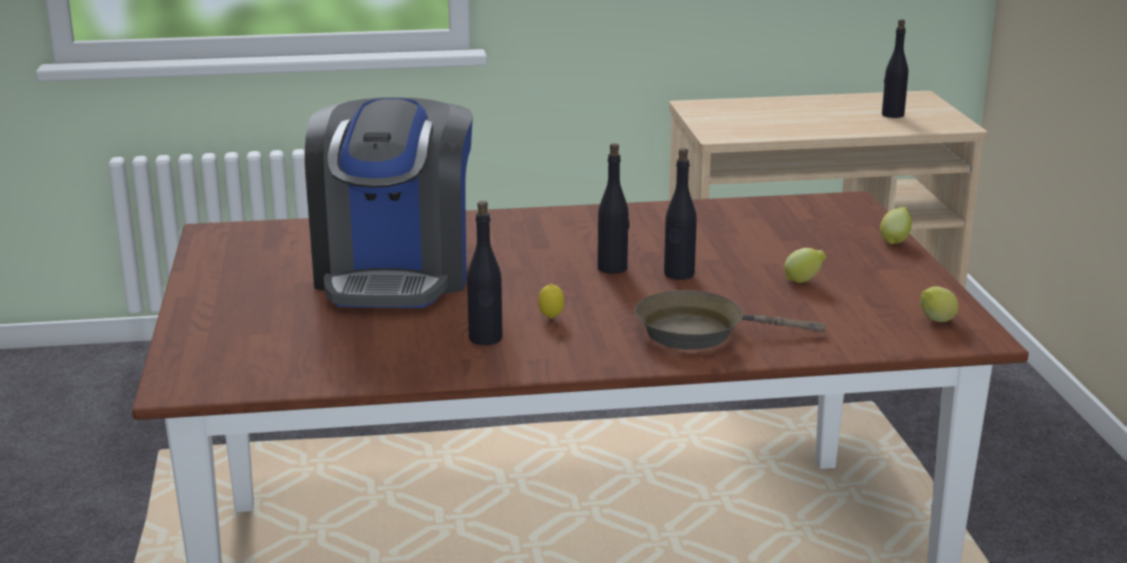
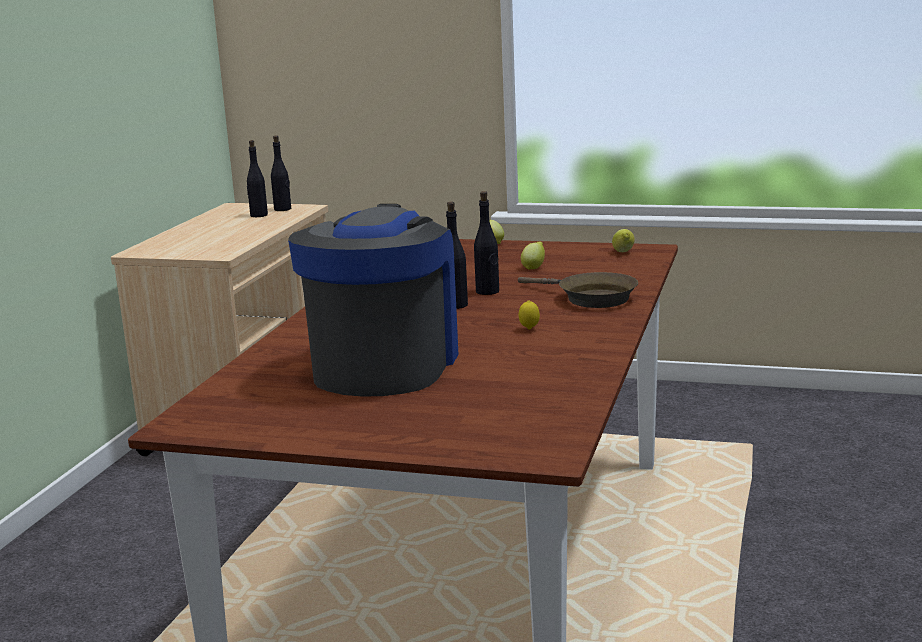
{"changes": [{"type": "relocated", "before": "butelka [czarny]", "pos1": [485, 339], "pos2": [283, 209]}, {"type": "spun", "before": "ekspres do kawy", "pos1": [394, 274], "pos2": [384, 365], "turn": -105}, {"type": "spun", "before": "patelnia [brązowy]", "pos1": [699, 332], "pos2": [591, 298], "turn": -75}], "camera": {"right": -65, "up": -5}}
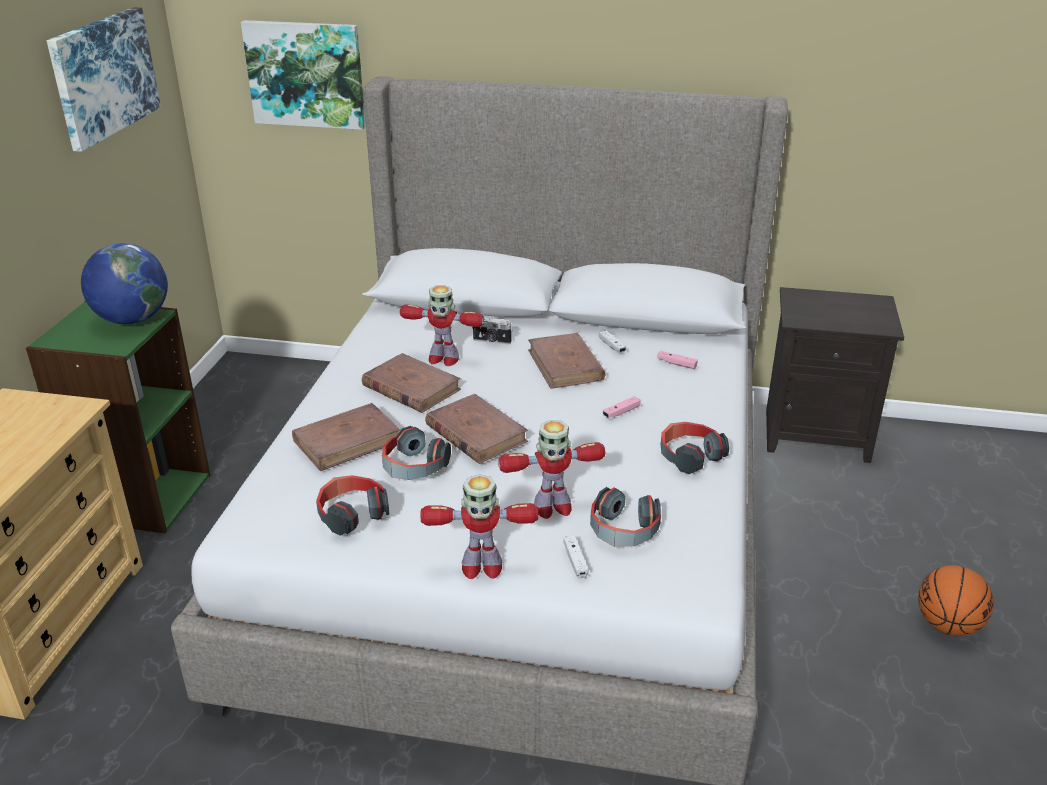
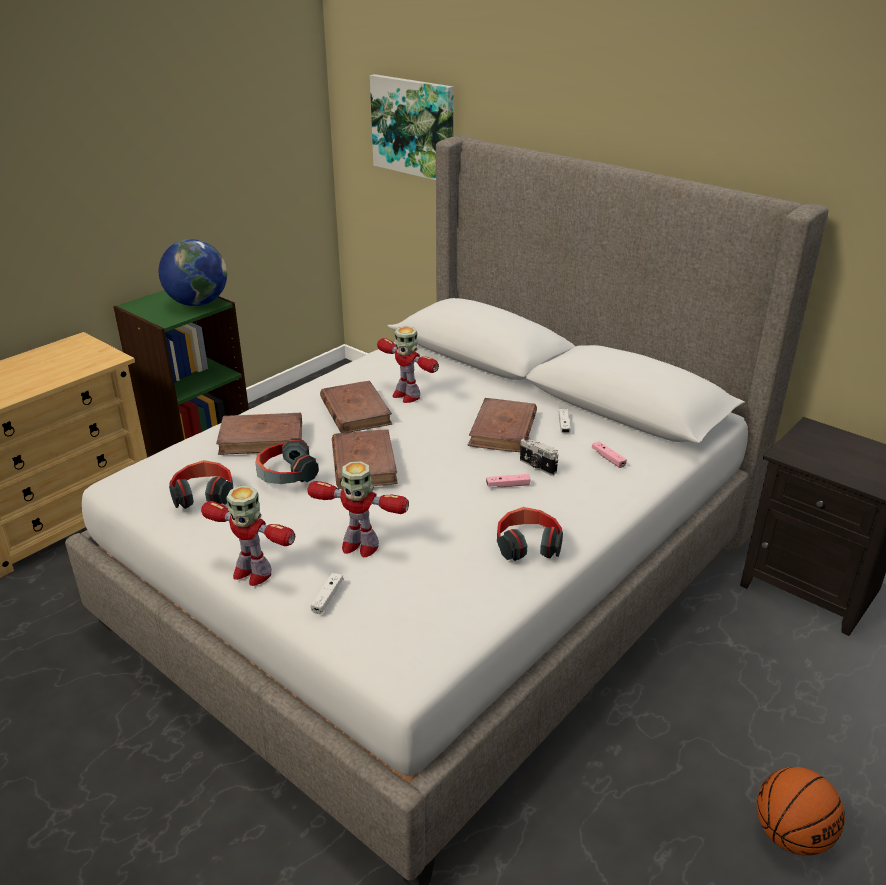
{"changes": [{"type": "relocated", "before": "aparat fotograficzny", "pos1": [492, 341], "pos2": [537, 467]}, {"type": "missing", "before": "obraz", "pos1": [103, 76]}, {"type": "missing", "before": "słuchawki", "pos1": [623, 530]}], "camera": {"right": 30, "up": 0}}
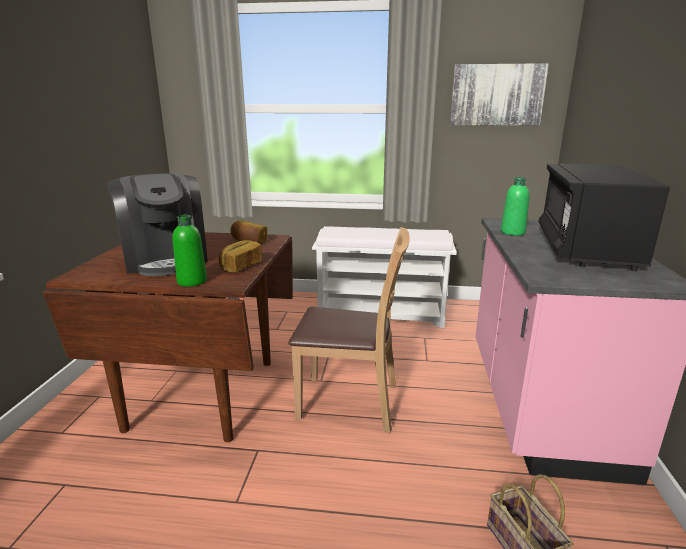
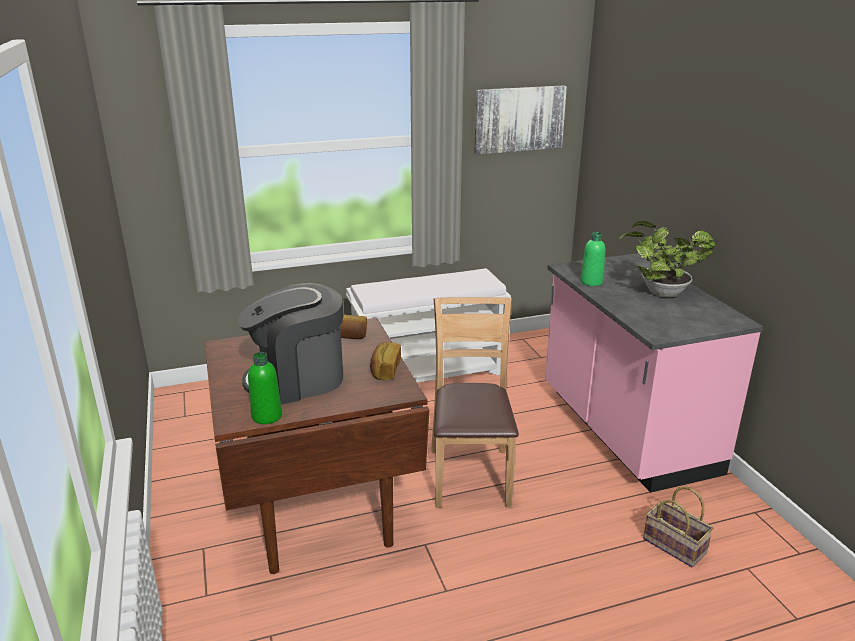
{"changes": [{"type": "spun", "before": "ekspres do kawy", "pos1": [166, 260], "pos2": [297, 379], "turn": 120}, {"type": "relocated", "before": "butelka [zielony]", "pos1": [192, 281], "pos2": [267, 416]}, {"type": "spun", "before": "krzesło [brązowy]", "pos1": [350, 402], "pos2": [470, 476], "turn": -75}, {"type": "exchanged", "before": "mikrofalówka [czarny]", "after": "roślina doniczkowa", "pos1": [585, 248], "pos2": [660, 293]}], "camera": {"right": -25, "up": 5}}
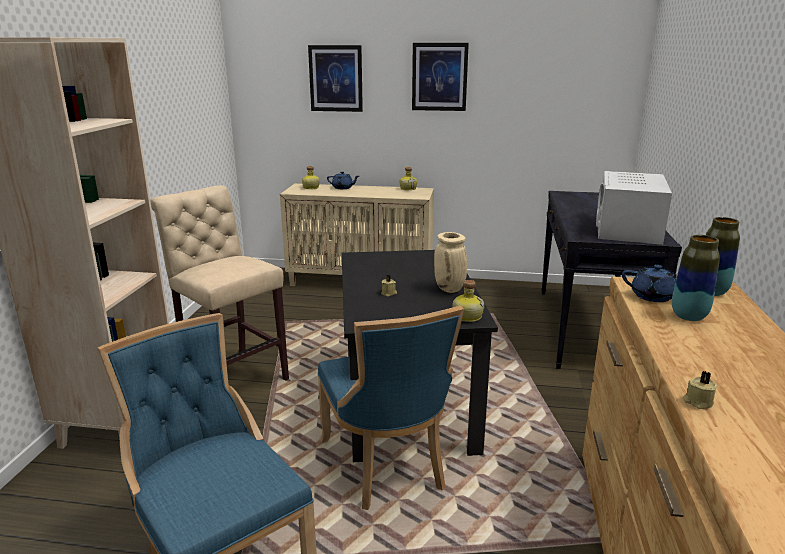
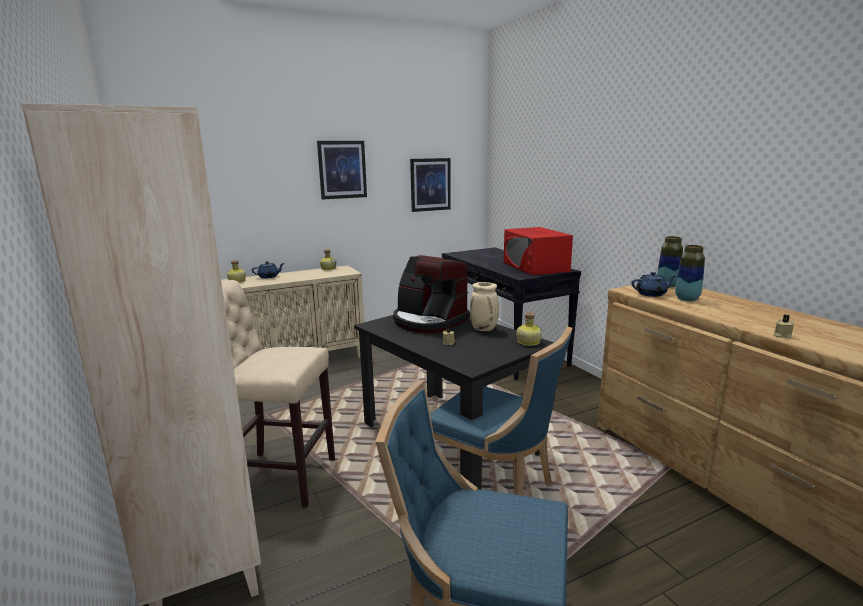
{"changes": [{"type": "appeared", "after": "ekspres do kawy", "pos2": [429, 321]}, {"type": "relocated", "before": "obraz", "pos1": [336, 78], "pos2": [430, 184]}, {"type": "colour", "before": "mikrofalówka [biały]", "after": "mikrofalówka [czerwony]", "pos1": [628, 229], "pos2": [535, 267]}], "camera": {"right": -35, "up": -5}}
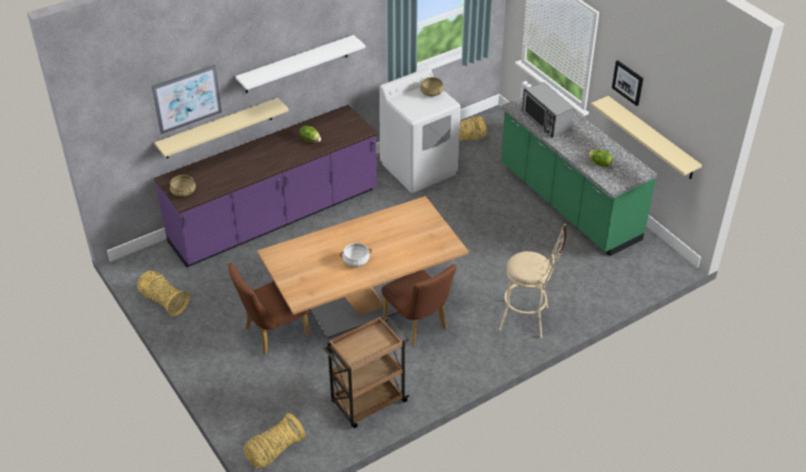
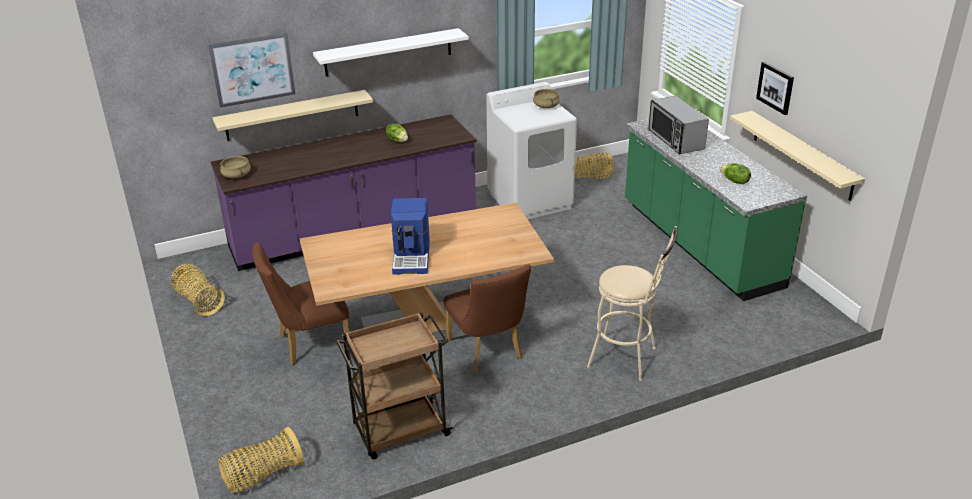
{"changes": [{"type": "exchanged", "before": "garnek [biały]", "after": "ekspres do kawy", "pos1": [356, 260], "pos2": [412, 257]}], "camera": {"right": 10, "up": -10}}
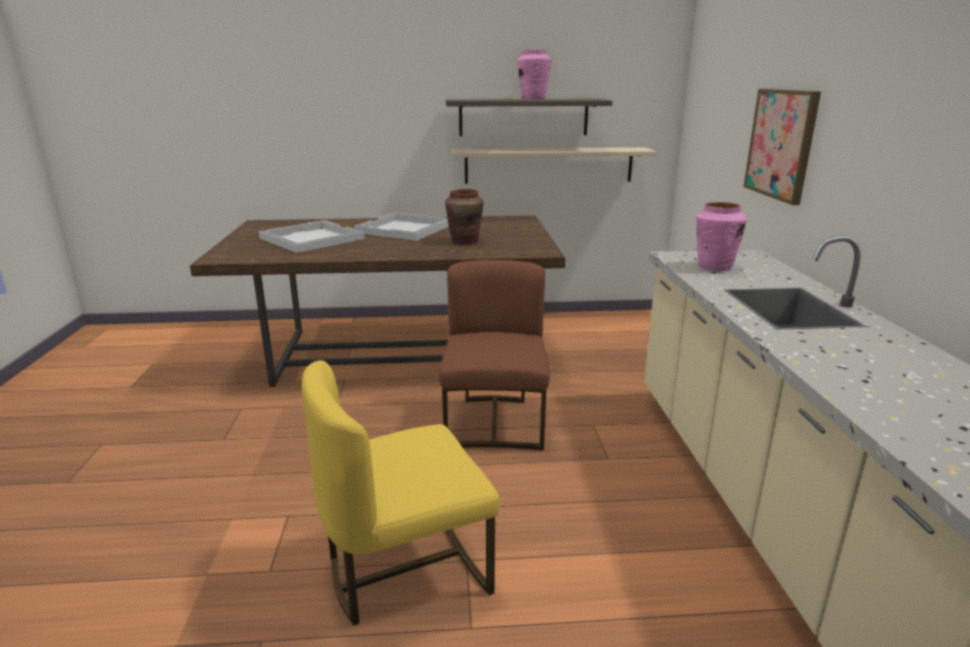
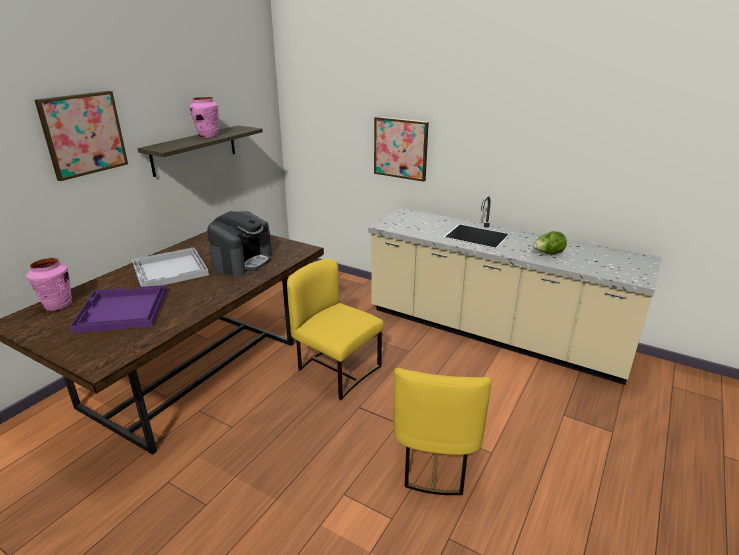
{"changes": [{"type": "relocated", "before": "wazon [różowy]", "pos1": [714, 267], "pos2": [58, 305]}, {"type": "appeared", "after": "obraz", "pos2": [83, 134]}, {"type": "colour", "before": "taca [biały]", "after": "taca [fioletowy]", "pos1": [310, 238], "pos2": [121, 310]}, {"type": "exchanged", "before": "wazon [brązowy]", "after": "ekspres do kawy", "pos1": [464, 241], "pos2": [242, 261]}, {"type": "colour", "before": "krzesło [brązowy]", "after": "krzesło [żółty]", "pos1": [495, 423], "pos2": [336, 370]}, {"type": "appeared", "after": "sałata", "pos2": [548, 254]}, {"type": "missing", "before": "półka [beżowy]", "pos1": [549, 165]}], "camera": {"right": -55, "up": 5}}
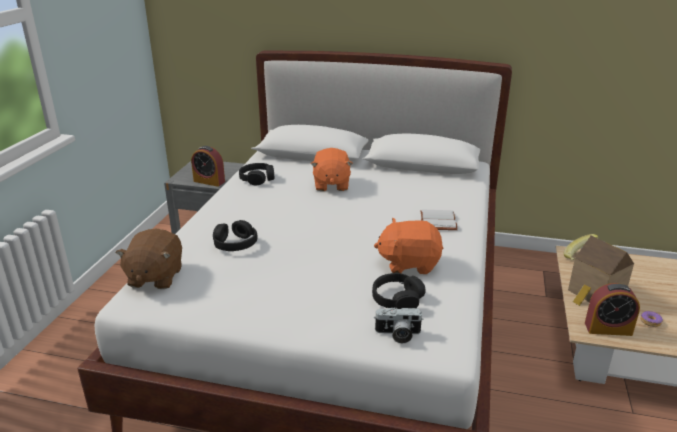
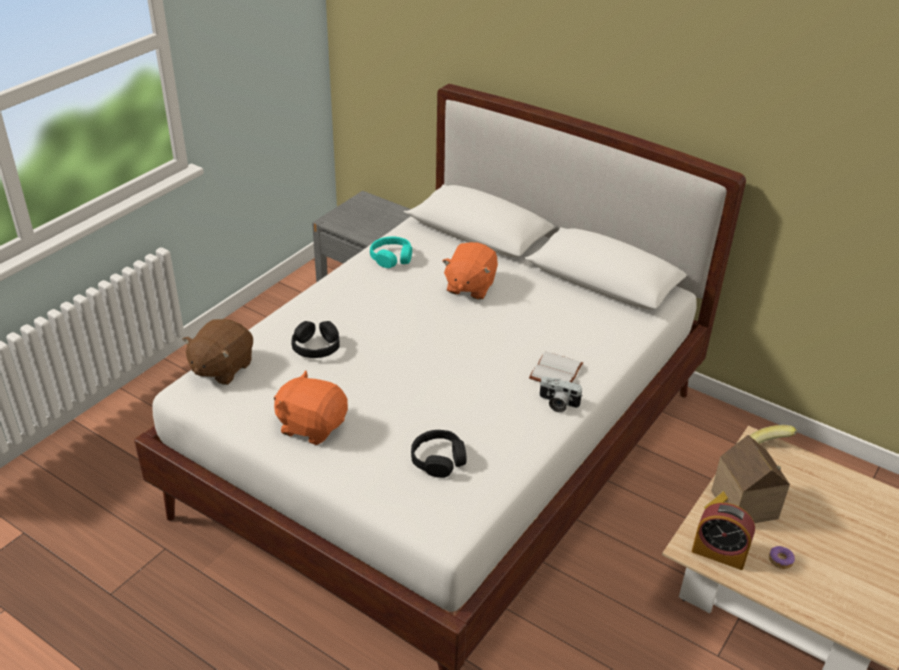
{"changes": [{"type": "relocated", "before": "pluszak [pomarańczowy]", "pos1": [409, 263], "pos2": [312, 426]}, {"type": "colour", "before": "słuchawki [czarny]", "after": "słuchawki [turkusowy]", "pos1": [257, 179], "pos2": [391, 258]}, {"type": "relocated", "before": "aparat fotograficzny", "pos1": [398, 334], "pos2": [557, 403]}, {"type": "missing", "before": "budzik", "pos1": [209, 181]}], "camera": {"right": 20, "up": 10}}
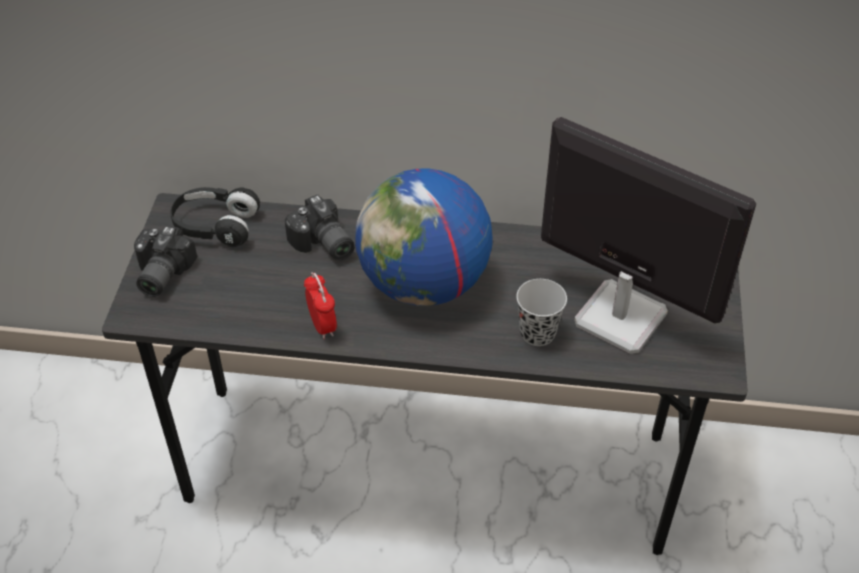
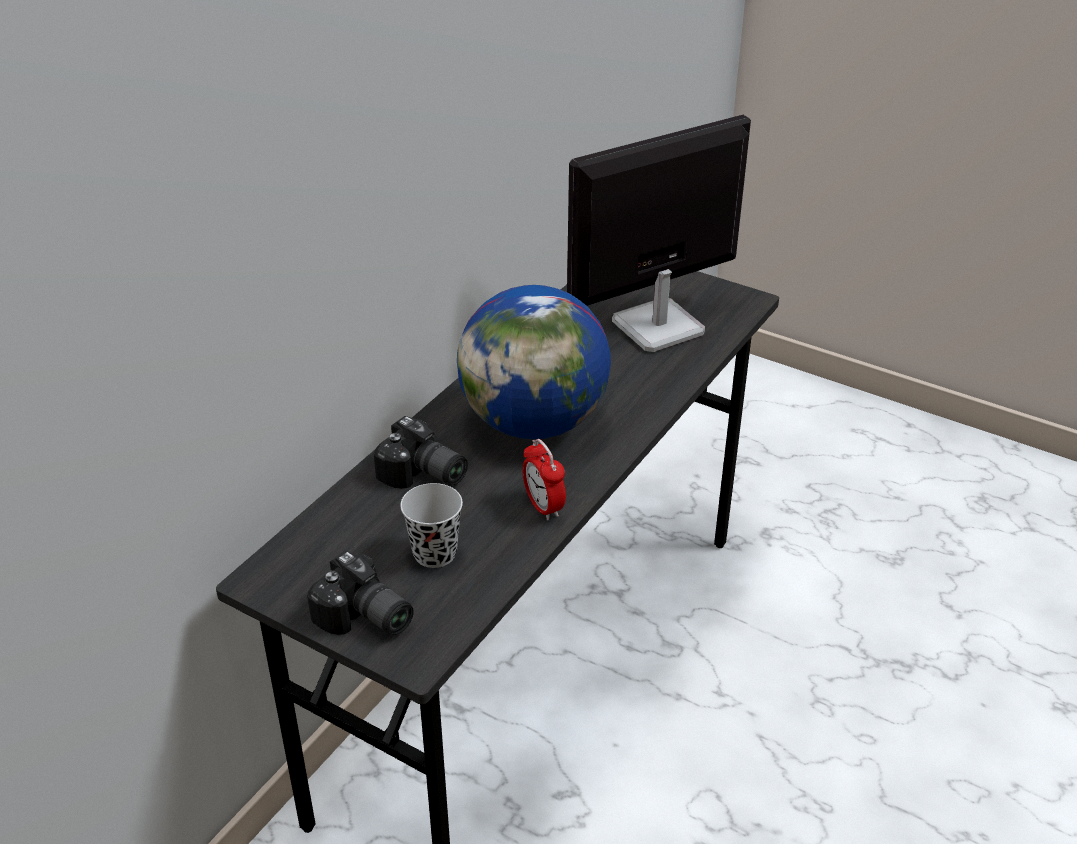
{"changes": [{"type": "spun", "before": "aparat fotograficzny", "pos1": [322, 245], "pos2": [422, 475], "turn": 45}, {"type": "relocated", "before": "filiżanka [czarny]", "pos1": [537, 333], "pos2": [435, 553]}, {"type": "spun", "before": "budzik", "pos1": [322, 325], "pos2": [543, 507], "turn": -120}, {"type": "missing", "before": "słuchawki [czarny]", "pos1": [215, 225]}], "camera": {"right": -65, "up": -10}}
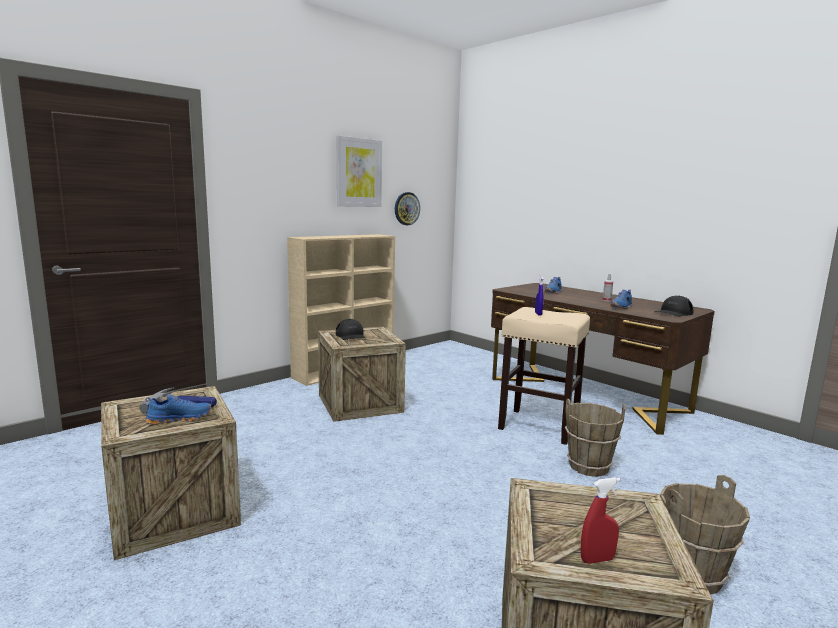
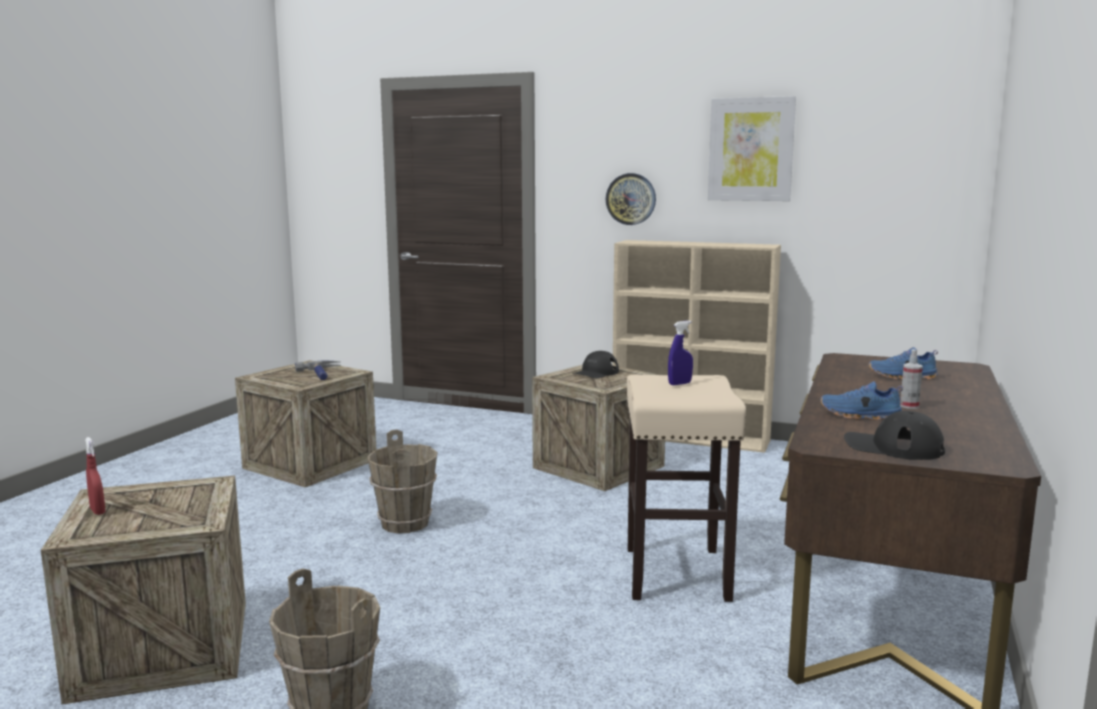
{"changes": [{"type": "relocated", "before": "wiadro [brązowy]", "pos1": [588, 466], "pos2": [405, 523]}, {"type": "relocated", "before": "zegar ścienny", "pos1": [406, 208], "pos2": [631, 199]}, {"type": "missing", "before": "but [niebieski]", "pos1": [179, 418]}], "camera": {"right": 65, "up": 0}}
